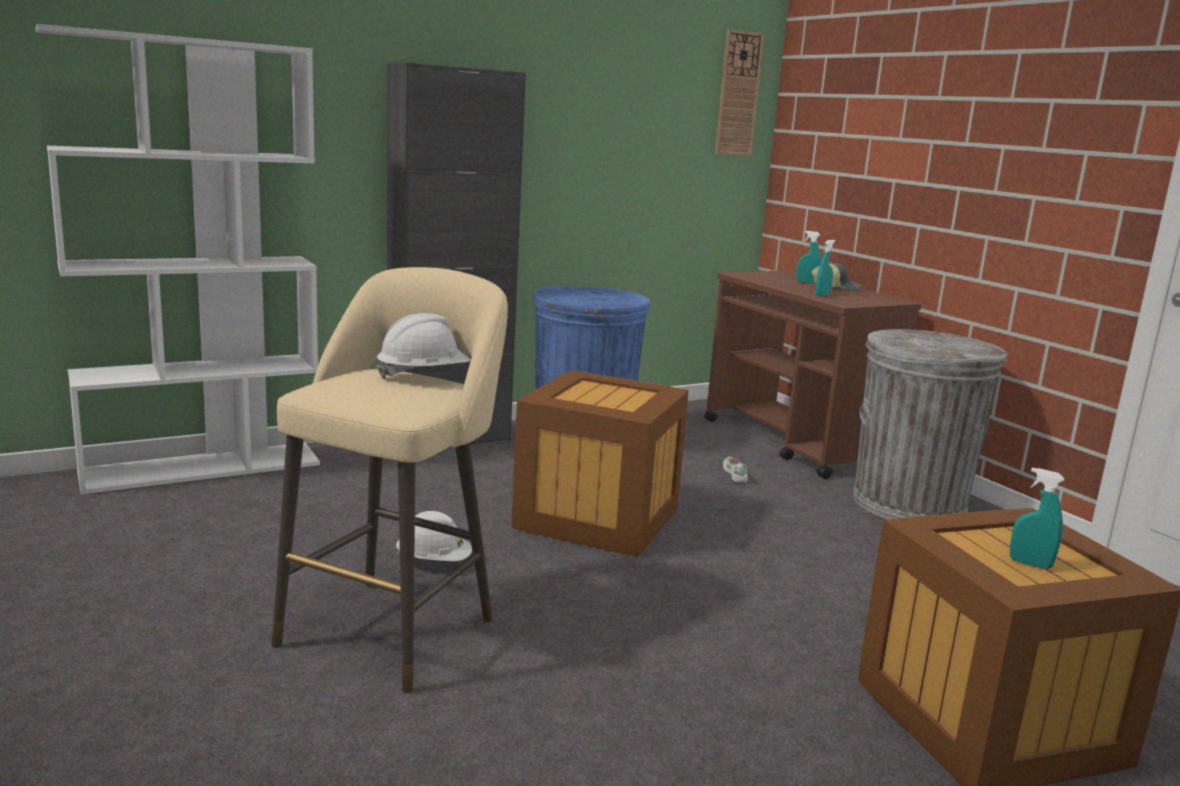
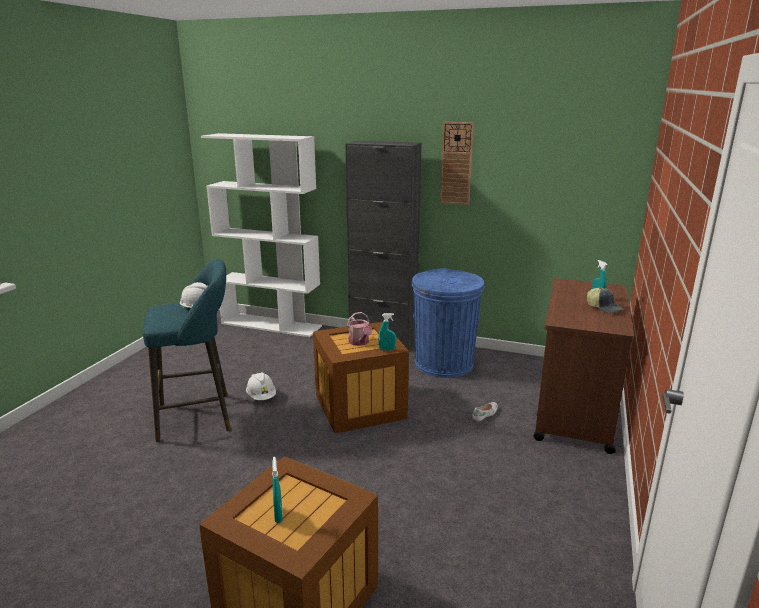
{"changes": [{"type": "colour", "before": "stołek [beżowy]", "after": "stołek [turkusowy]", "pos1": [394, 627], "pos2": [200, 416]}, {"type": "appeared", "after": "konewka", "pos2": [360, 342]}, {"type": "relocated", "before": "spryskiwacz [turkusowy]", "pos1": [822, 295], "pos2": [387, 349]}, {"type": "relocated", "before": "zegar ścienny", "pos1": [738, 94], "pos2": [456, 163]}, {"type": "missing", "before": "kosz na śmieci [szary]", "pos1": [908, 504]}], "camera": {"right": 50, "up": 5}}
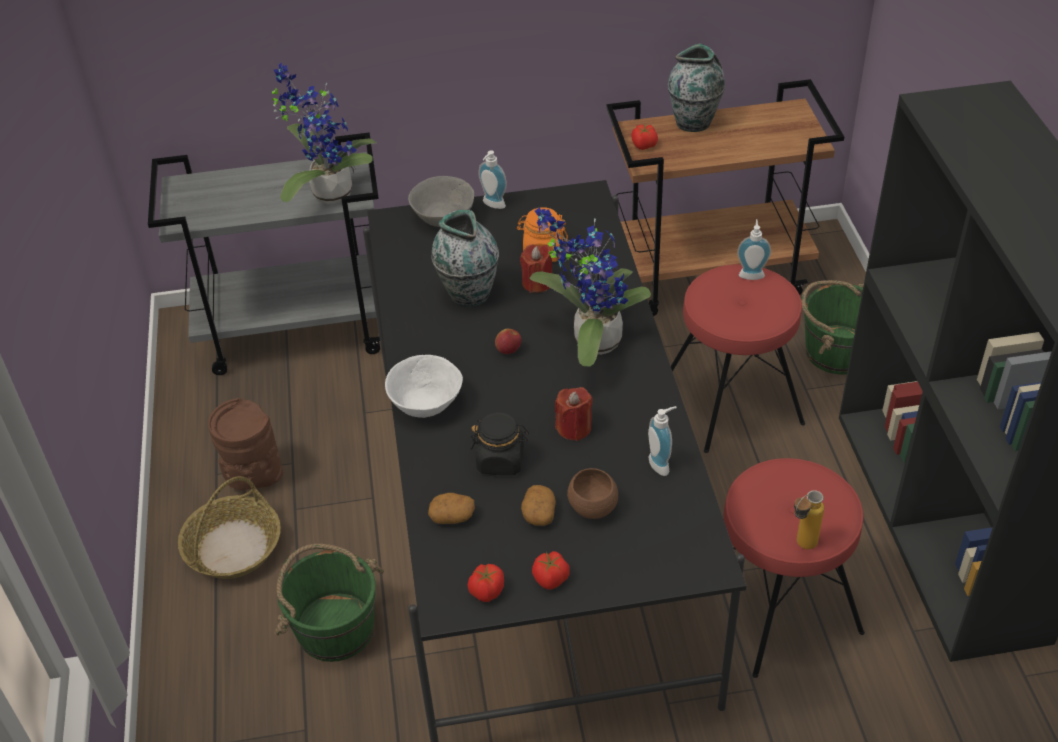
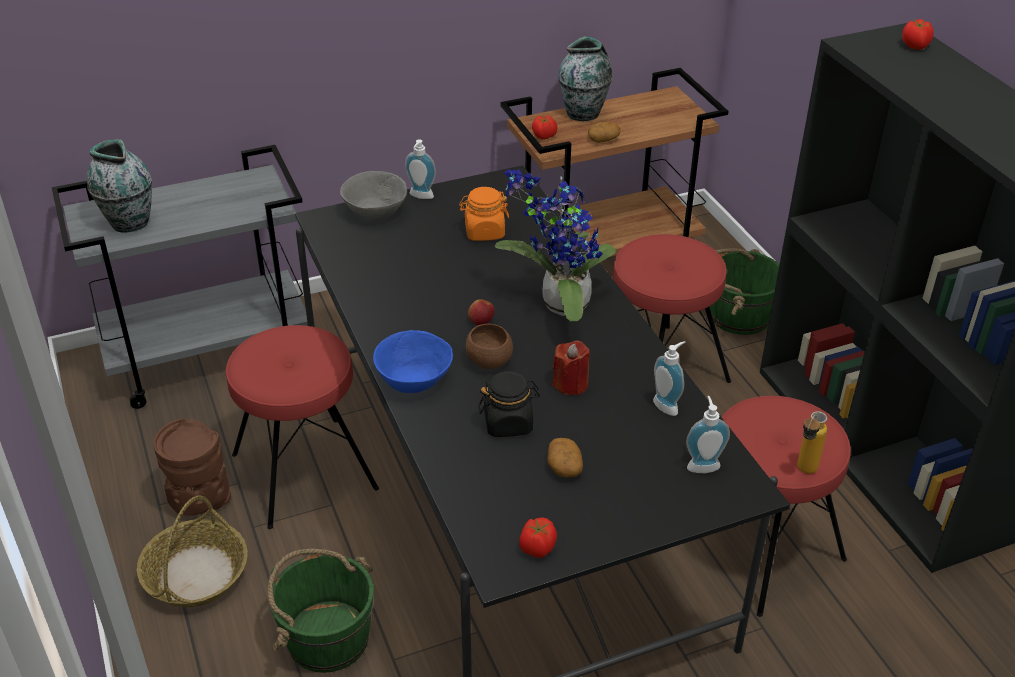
{"changes": [{"type": "relocated", "before": "wazon", "pos1": [468, 293], "pos2": [129, 222]}, {"type": "appeared", "after": "stołek [czerwony]", "pos2": [304, 471]}, {"type": "colour", "before": "miska [biały]", "after": "miska [niebieski]", "pos1": [425, 404], "pos2": [413, 381]}, {"type": "relocated", "before": "miska [brązowy]", "pos1": [592, 507], "pos2": [489, 361]}, {"type": "relocated", "before": "ziemniak", "pos1": [452, 516], "pos2": [603, 139]}, {"type": "relocated", "before": "dozownik mydła", "pos1": [751, 274], "pos2": [702, 464]}, {"type": "relocated", "before": "pomidor", "pos1": [551, 579], "pos2": [915, 46]}, {"type": "missing", "before": "roślina doniczkowa", "pos1": [327, 192]}, {"type": "missing", "before": "świeca [czerwony]", "pos1": [537, 283]}], "camera": {"right": -15, "up": -5}}
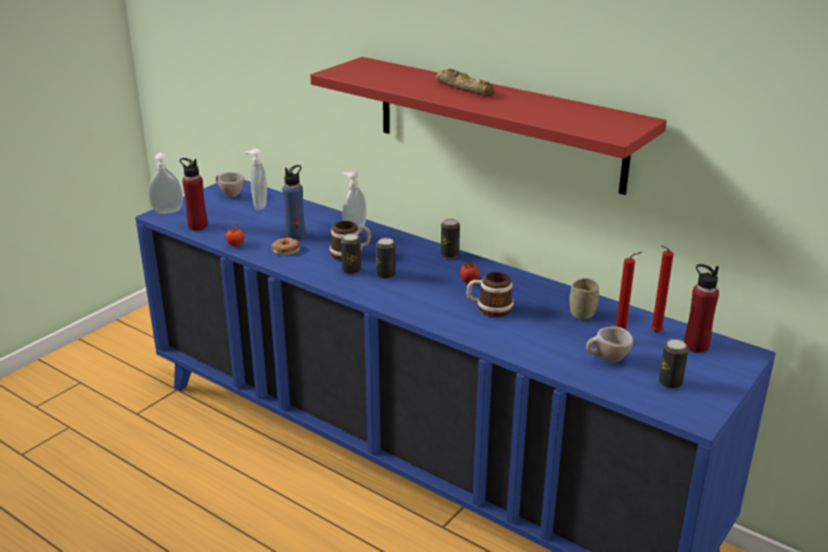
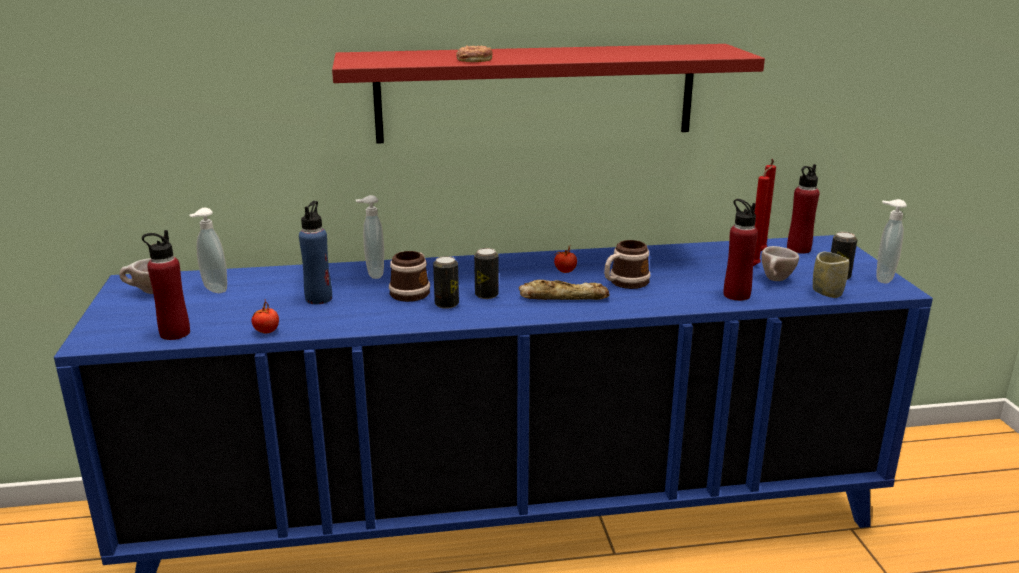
{"changes": [{"type": "relocated", "before": "donut", "pos1": [285, 249], "pos2": [474, 59]}, {"type": "relocated", "before": "chleb", "pos1": [465, 88], "pos2": [563, 297]}, {"type": "appeared", "after": "butelka [czerwony]", "pos2": [736, 295]}, {"type": "relocated", "before": "filiżanka", "pos1": [582, 314], "pos2": [827, 292]}, {"type": "relocated", "before": "dozownik mydła", "pos1": [167, 211], "pos2": [882, 278]}, {"type": "missing", "before": "puszka", "pos1": [449, 255]}], "camera": {"right": -45, "up": -5}}
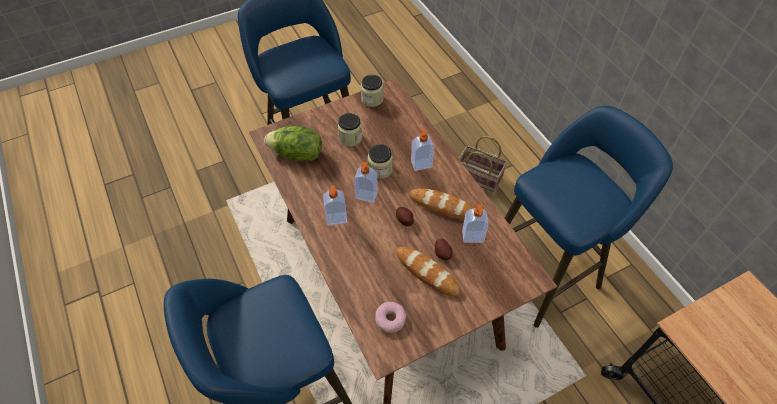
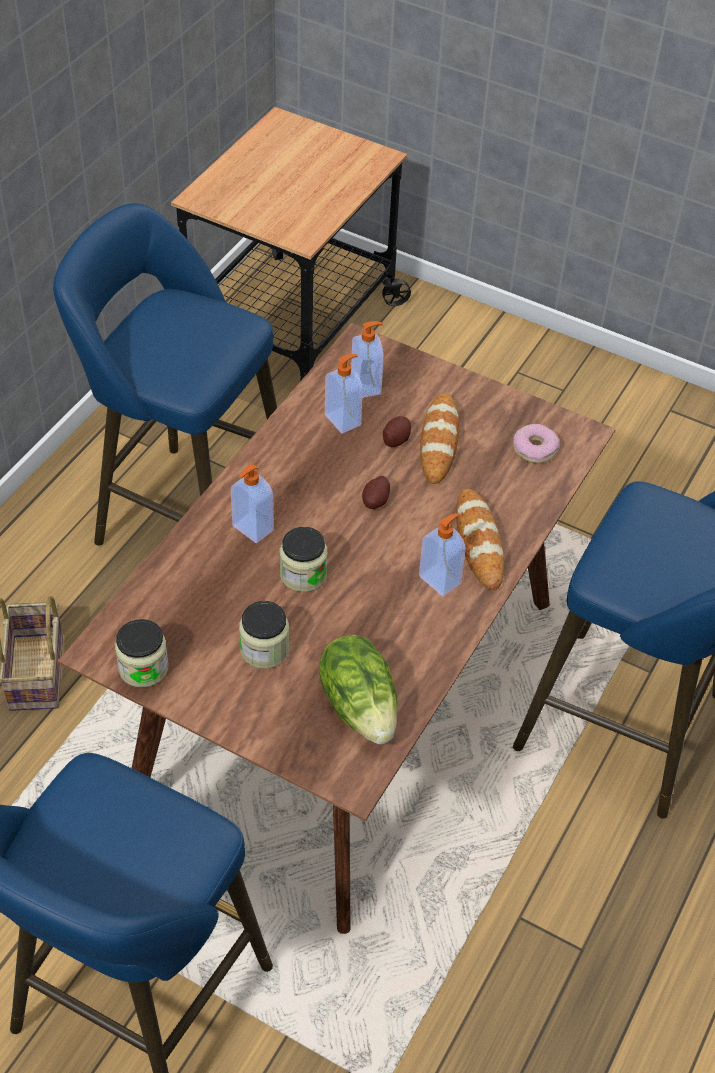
{"changes": [{"type": "relocated", "before": "dozownik mydła", "pos1": [366, 196], "pos2": [367, 386]}, {"type": "relocated", "before": "chleb", "pos1": [443, 206], "pos2": [479, 542]}], "camera": {"right": -125, "up": -5}}
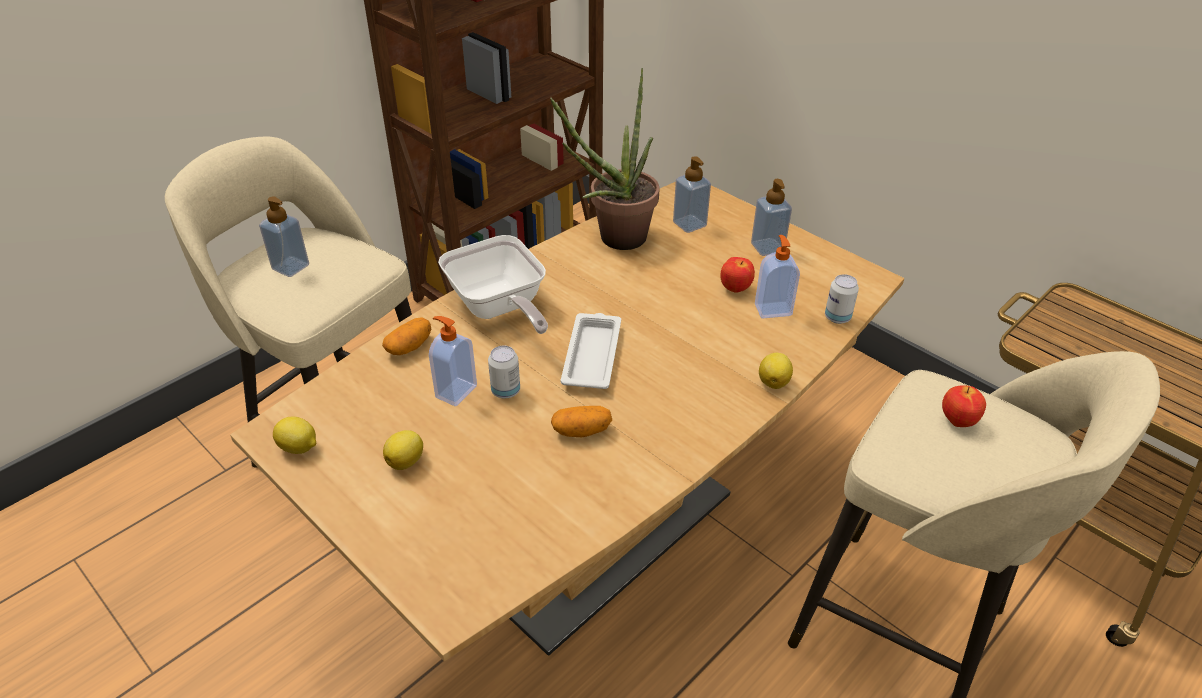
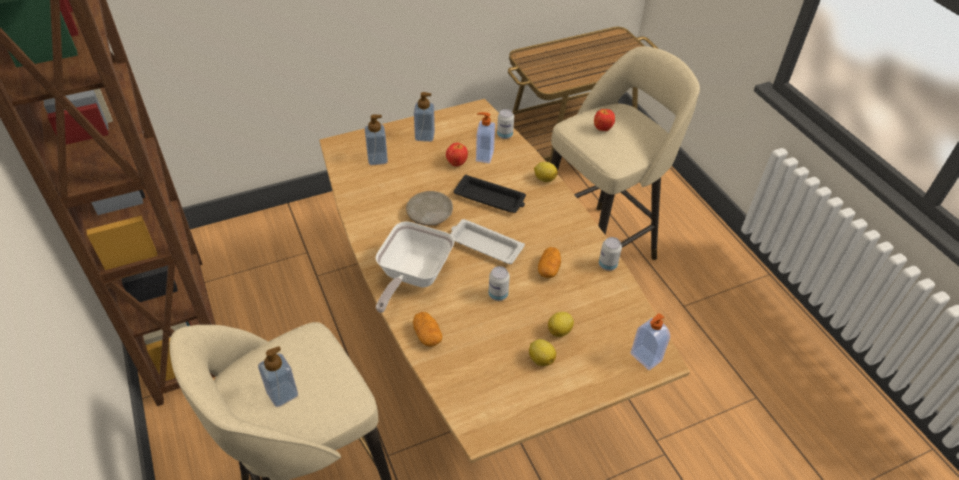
{"changes": [{"type": "spun", "before": "patelnia", "pos1": [499, 308], "pos2": [412, 277], "turn": 120}, {"type": "appeared", "after": "talerz [beżowy]", "pos2": [429, 214]}, {"type": "appeared", "after": "taca [czarny]", "pos2": [491, 198]}, {"type": "relocated", "before": "cytryna", "pos1": [299, 448], "pos2": [560, 331]}, {"type": "appeared", "after": "puszka", "pos2": [607, 265]}, {"type": "relocated", "before": "dozownik mydła", "pos1": [455, 391], "pos2": [645, 358]}, {"type": "missing", "before": "roślina doniczkowa", "pos1": [614, 240]}], "camera": {"right": -70, "up": 5}}
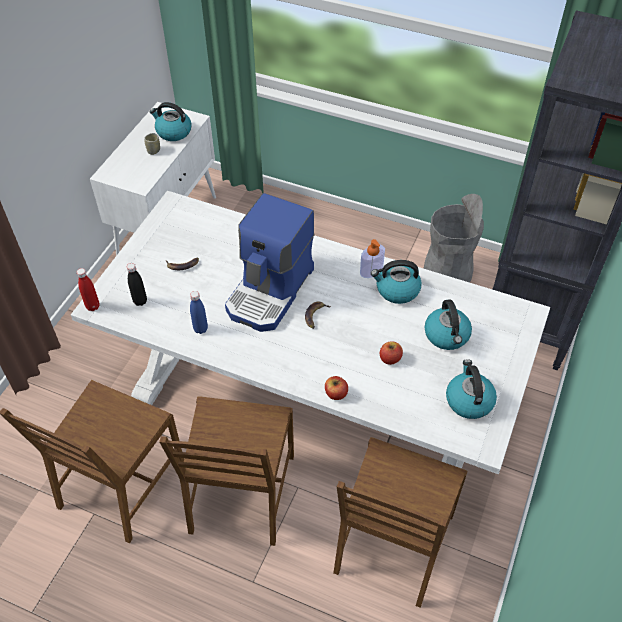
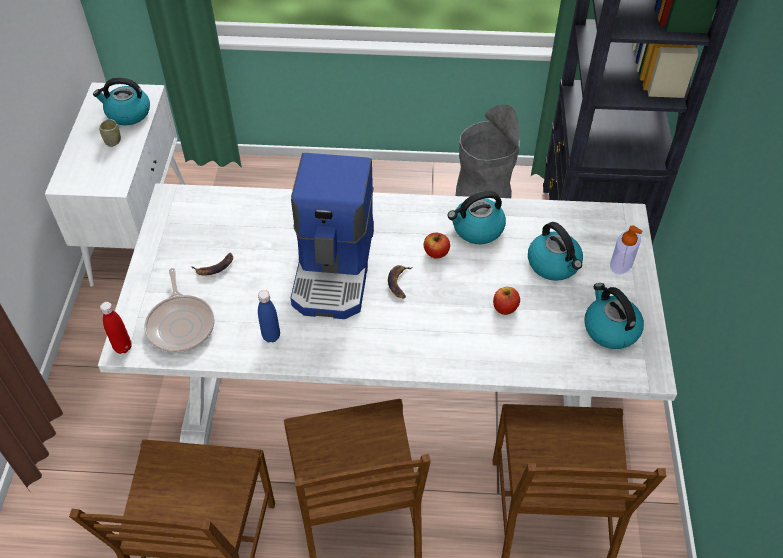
{"changes": [{"type": "exchanged", "before": "butelka [czarny]", "after": "patelnia", "pos1": [140, 301], "pos2": [181, 324]}, {"type": "relocated", "before": "jabłko", "pos1": [336, 393], "pos2": [436, 253]}, {"type": "relocated", "before": "dozownik mydła", "pos1": [371, 270], "pos2": [621, 263]}], "camera": {"right": -20, "up": 0}}
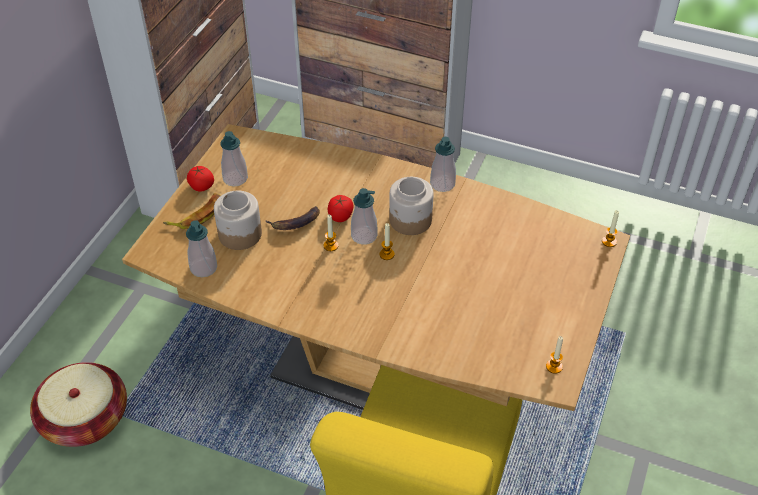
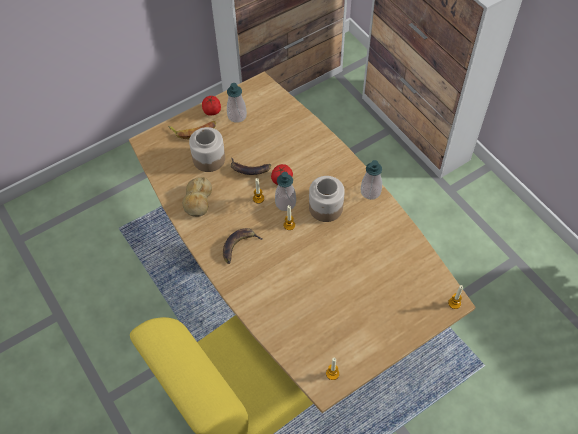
{"changes": [{"type": "appeared", "after": "chleb", "pos2": [197, 201]}, {"type": "appeared", "after": "banan", "pos2": [239, 246]}, {"type": "missing", "before": "koszyk", "pos1": [85, 419]}, {"type": "missing", "before": "dozownik mydła", "pos1": [203, 268]}], "camera": {"right": 35, "up": 10}}
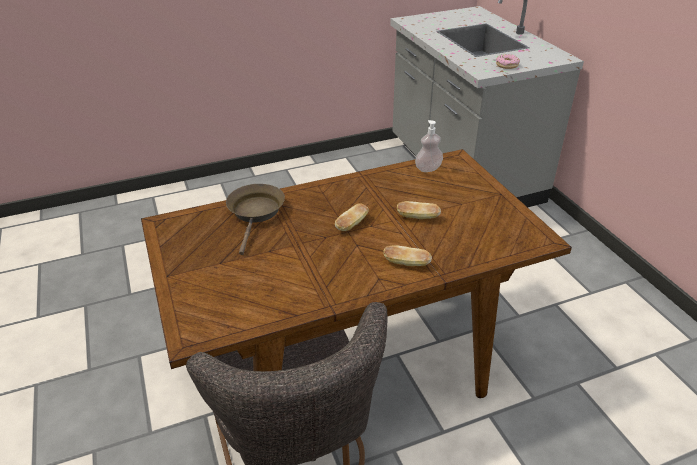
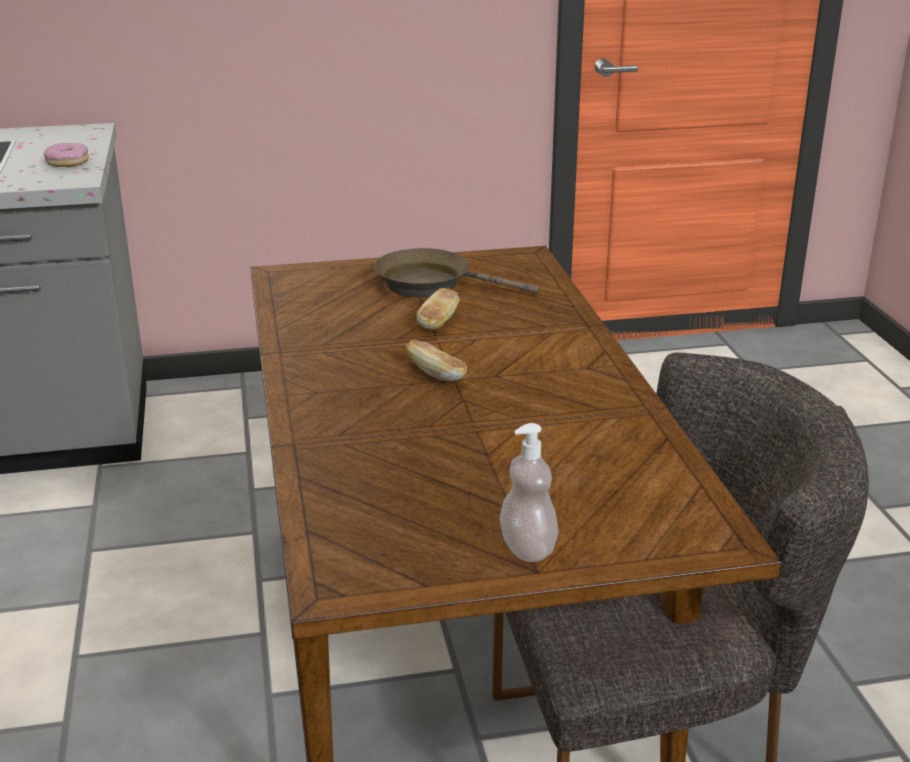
{"changes": [{"type": "relocated", "before": "patelnia [brązowy]", "pos1": [256, 213], "pos2": [431, 284]}, {"type": "relocated", "before": "dozownik mydła", "pos1": [428, 169], "pos2": [527, 548]}, {"type": "missing", "before": "chleb", "pos1": [406, 263]}], "camera": {"right": -80, "up": -10}}
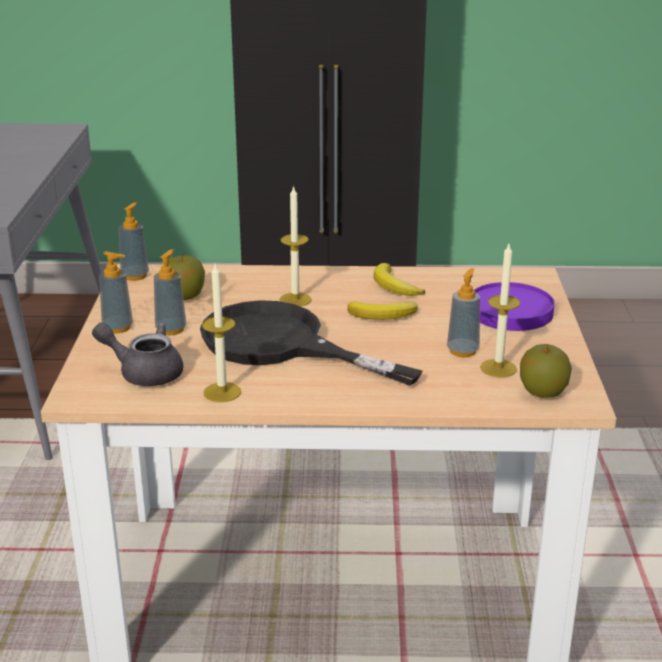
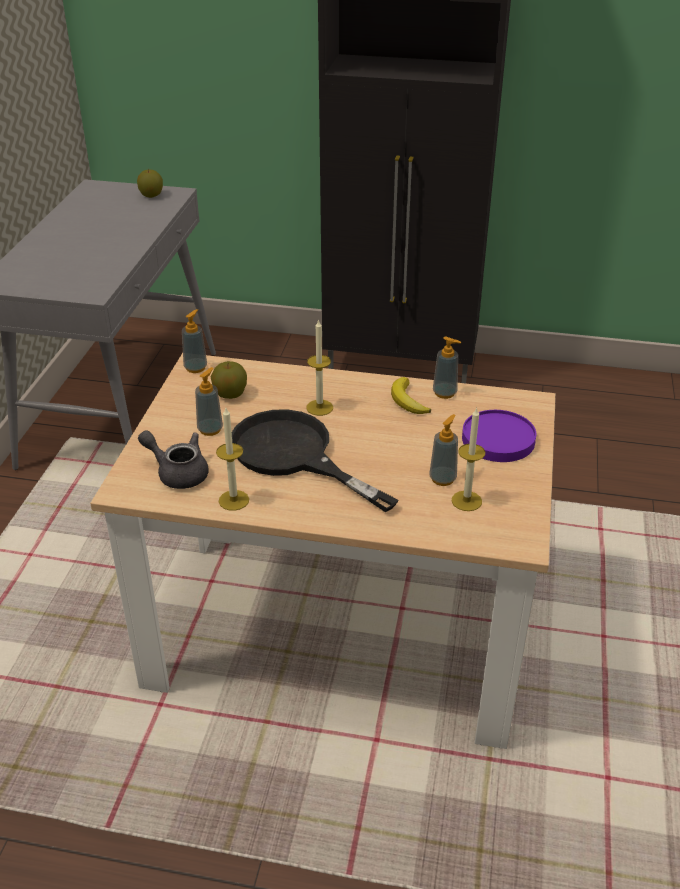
{"changes": [{"type": "relocated", "before": "jabłko", "pos1": [542, 392], "pos2": [151, 195]}, {"type": "relocated", "before": "dozownik mydła", "pos1": [118, 327], "pos2": [444, 393]}, {"type": "missing", "before": "banan", "pos1": [384, 315]}], "camera": {"right": 10, "up": 10}}
